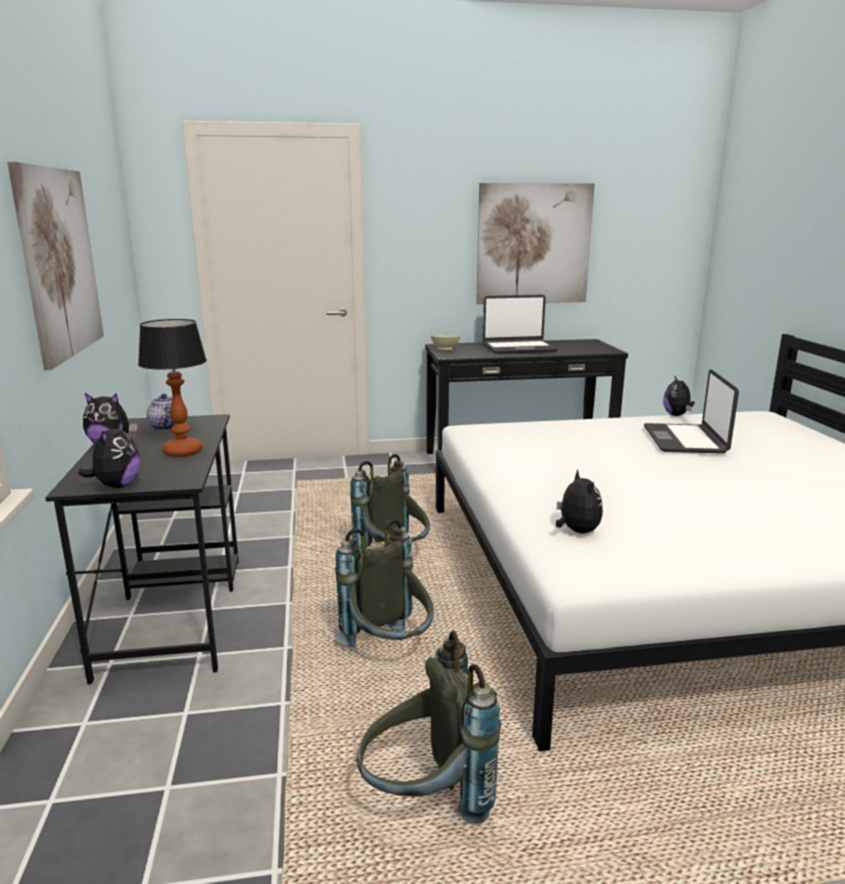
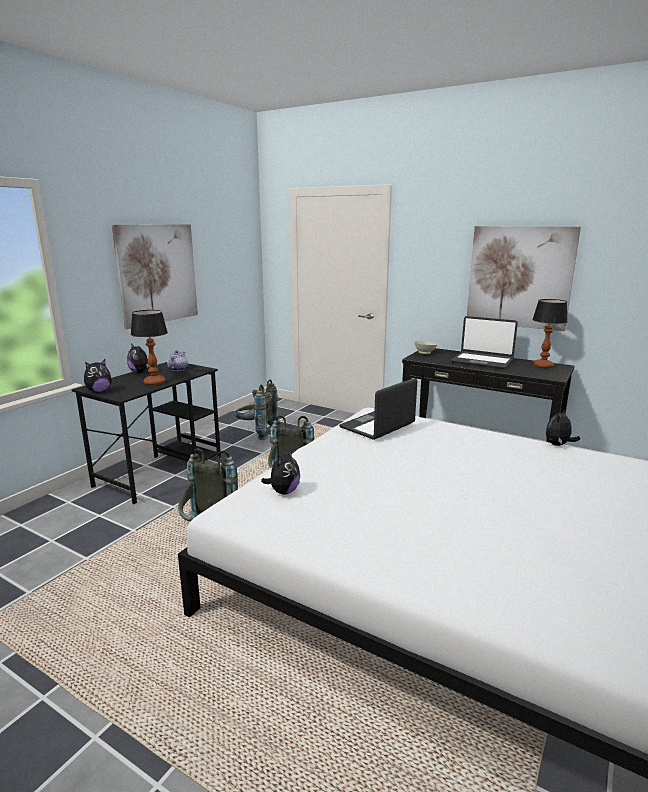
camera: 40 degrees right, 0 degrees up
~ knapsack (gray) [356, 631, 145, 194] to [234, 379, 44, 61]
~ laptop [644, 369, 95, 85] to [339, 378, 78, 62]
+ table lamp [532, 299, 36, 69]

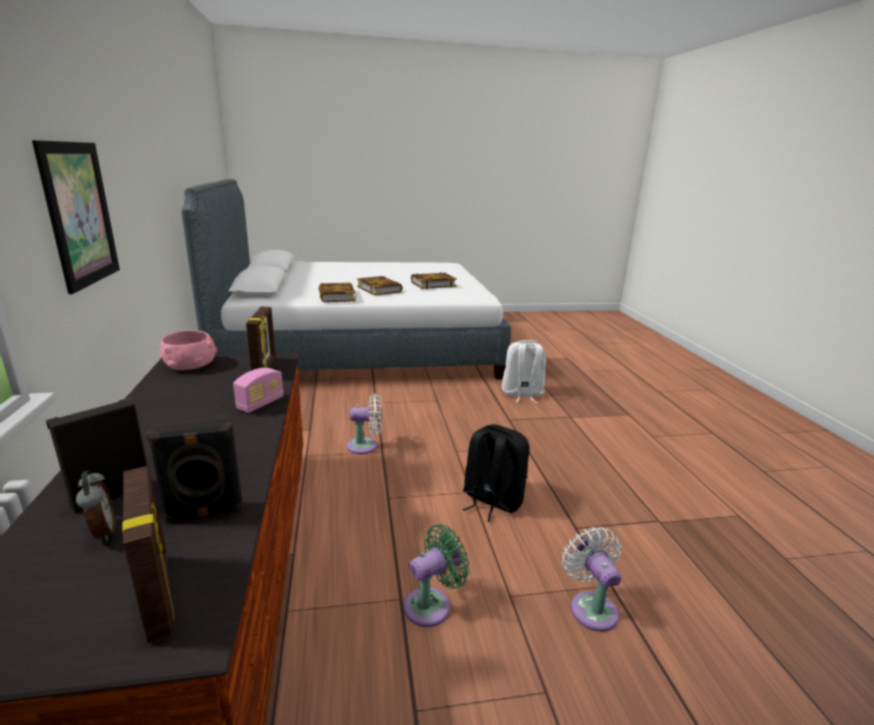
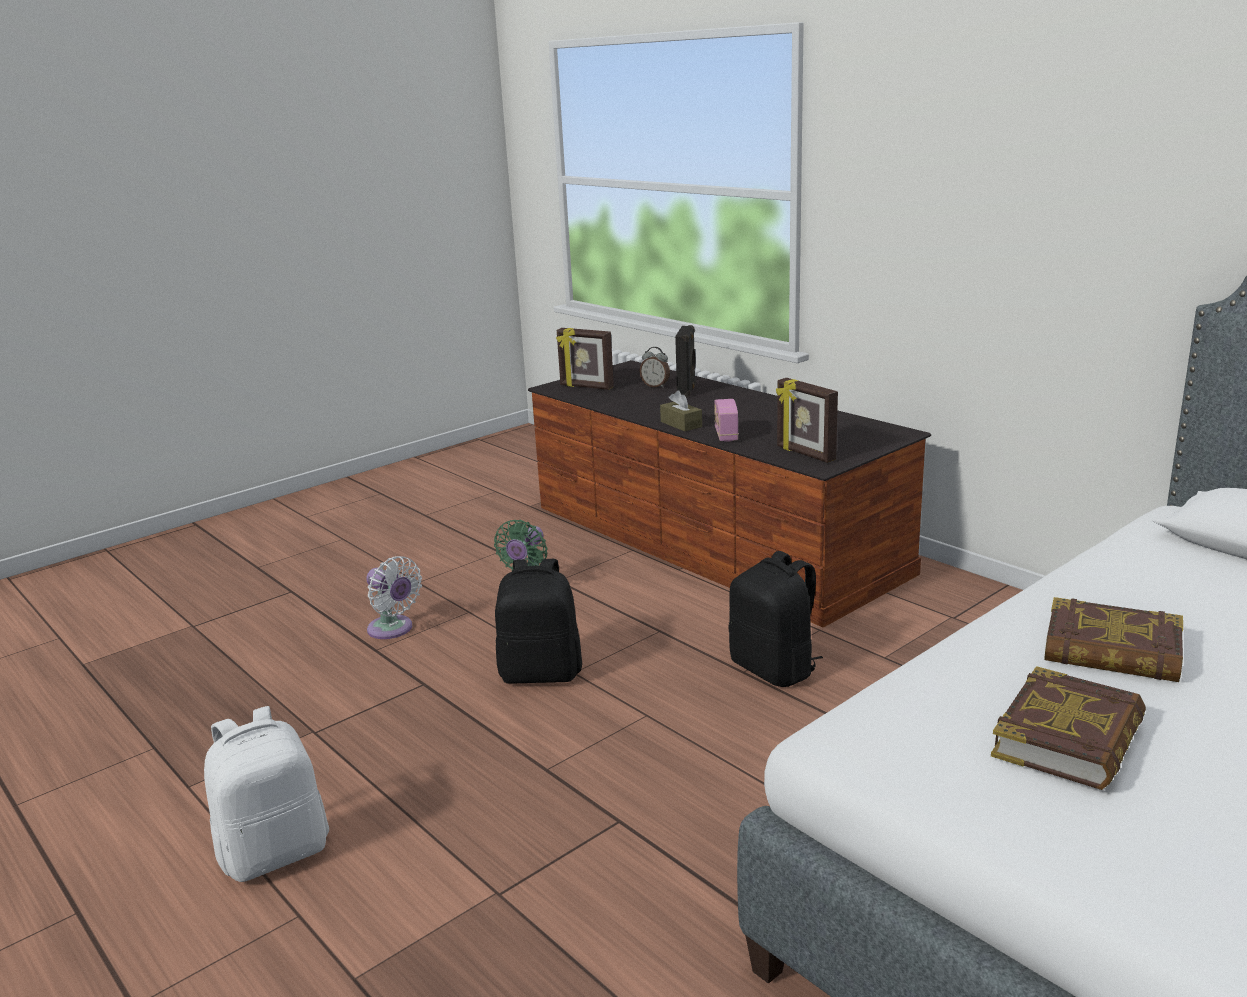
camera: 150 degrees right, 0 degrees up
~ knapsack (white-coloured) [502, 340, 44, 63] to [204, 706, 125, 176]
+ tissue box (brown) [660, 391, 42, 40]
~ electric fan (white-coloured) [347, 394, 35, 60] to knapsack (blackish) [728, 551, 95, 136]
- wall art [32, 140, 88, 154]
- speaker (blackish) [147, 417, 96, 106]
- bowl (pink) [159, 330, 58, 40]
- bound book [319, 283, 37, 19]

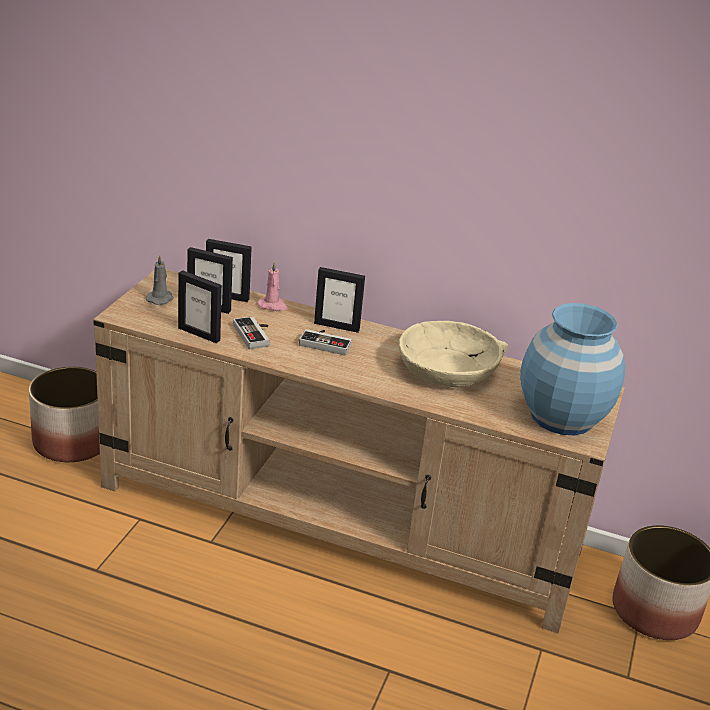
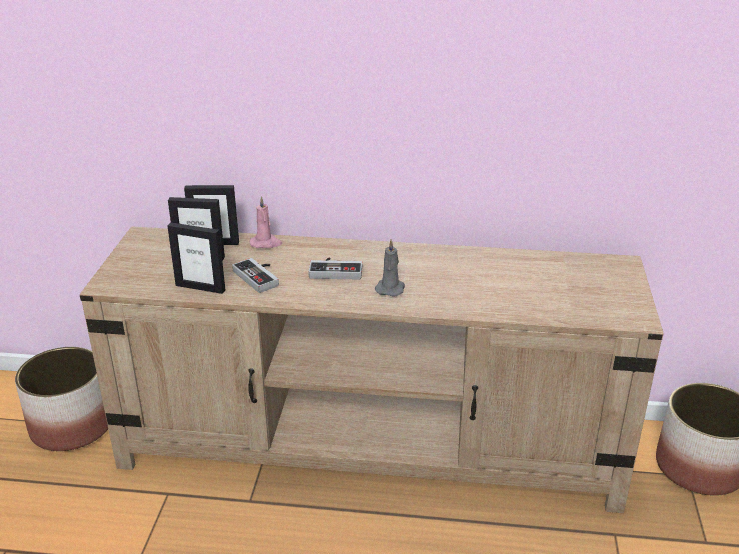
camera: 10 degrees left, 0 degrees up
~ wax light (gray) [146, 255, 28, 50] to [375, 239, 30, 58]
- photo frame [314, 267, 51, 66]
- bowl (sand-coloured) [399, 321, 109, 66]
- vase (blue-coloured) [520, 303, 105, 132]

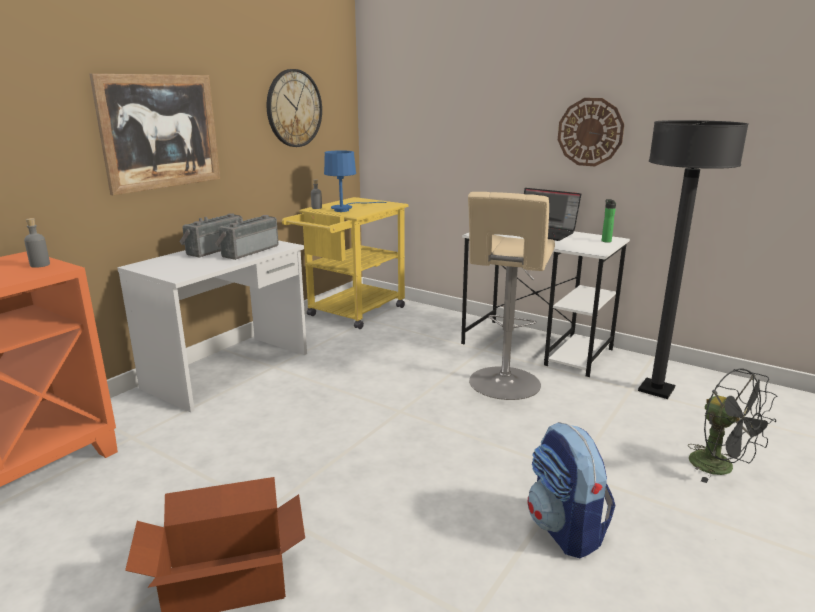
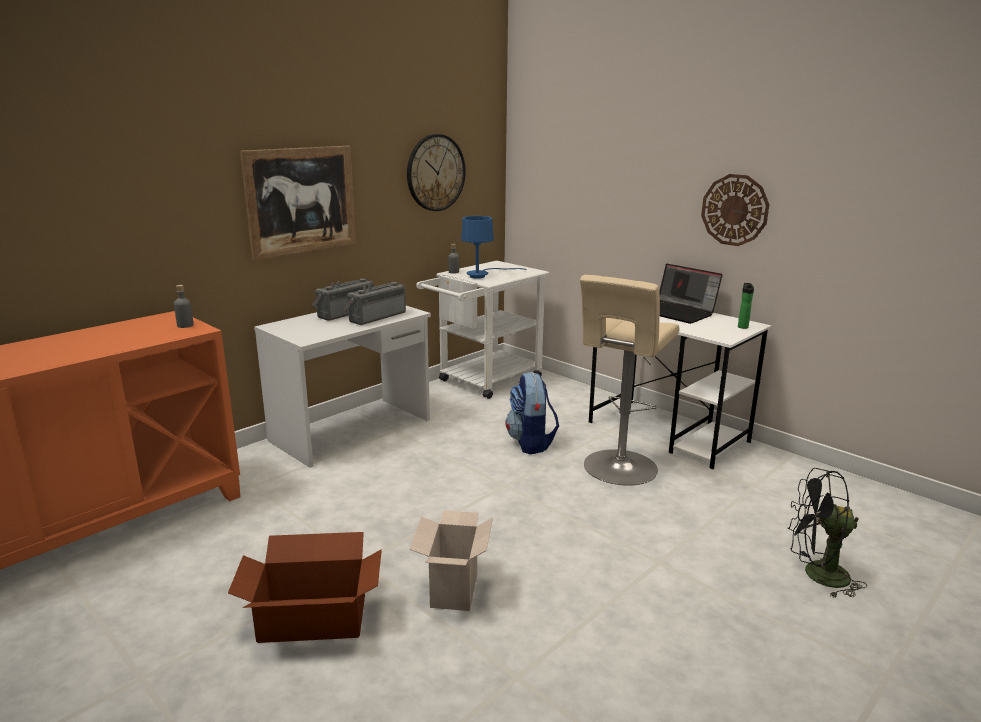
camera: 10 degrees right, 0 degrees up
+ cardboard box [409, 510, 84, 101]
~ cart (yellow-coloured) [282, 197, 127, 132] to cart (white-coloured) [416, 261, 133, 138]
~ knapsack [528, 422, 87, 136] to [506, 372, 53, 82]
~ electric fan (blackish) [688, 369, 90, 114] = [788, 468, 79, 130] 120 degrees clockwise
- floor lamp (blackish) [638, 120, 111, 279]

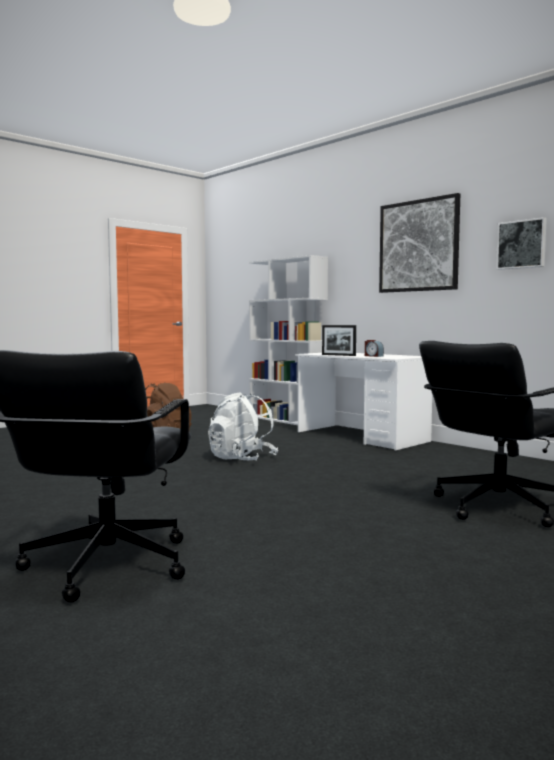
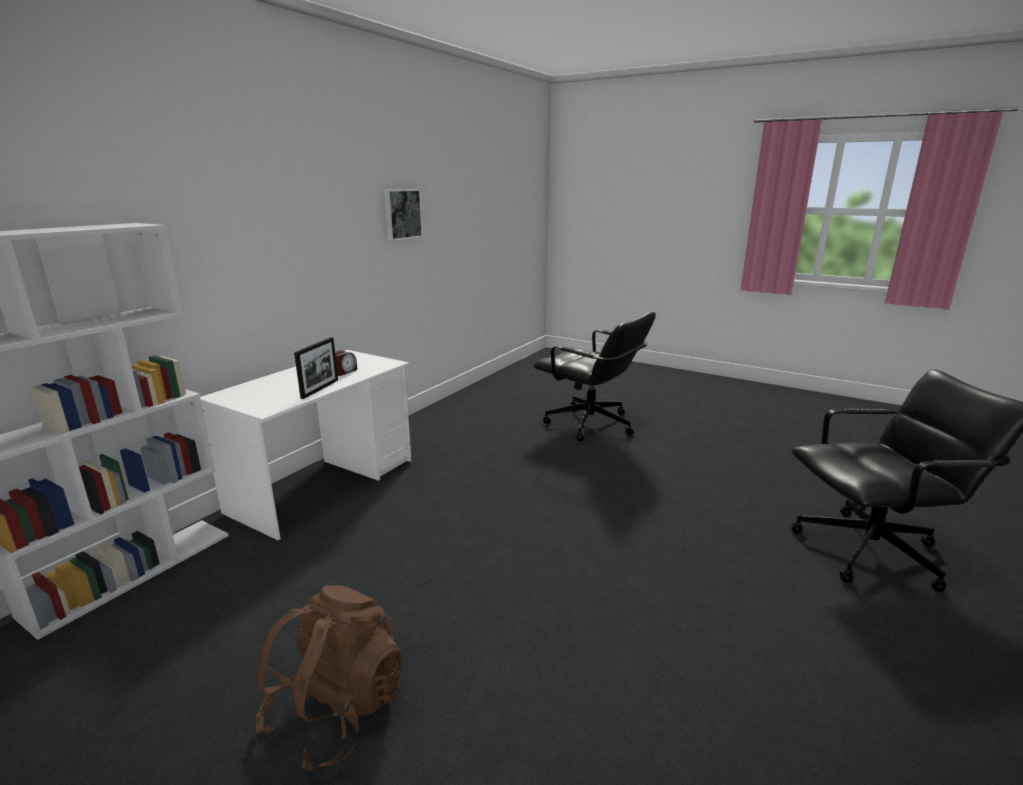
camera: 105 degrees left, 15 degrees up
- knapsack (white-coloured) [208, 392, 70, 69]
- wall art [379, 193, 81, 100]

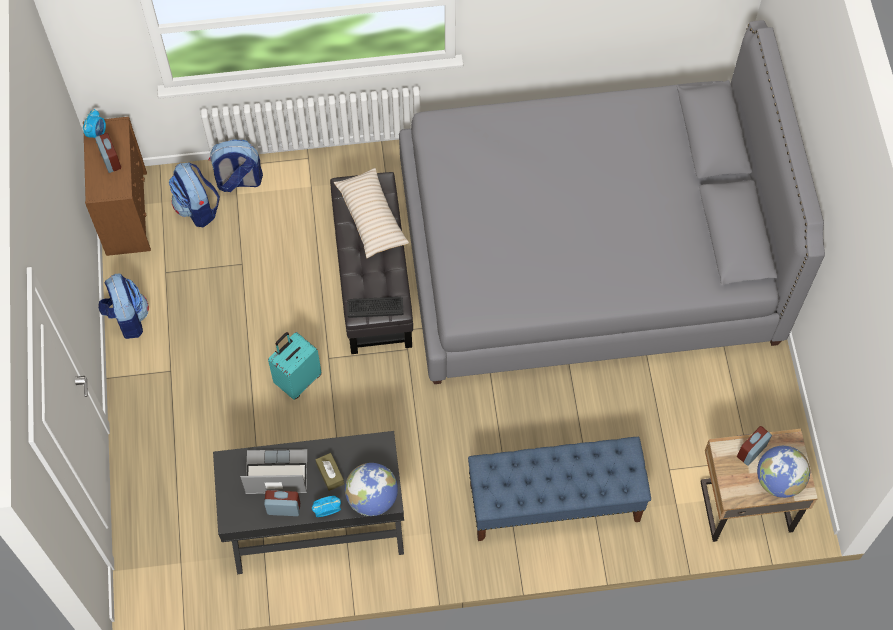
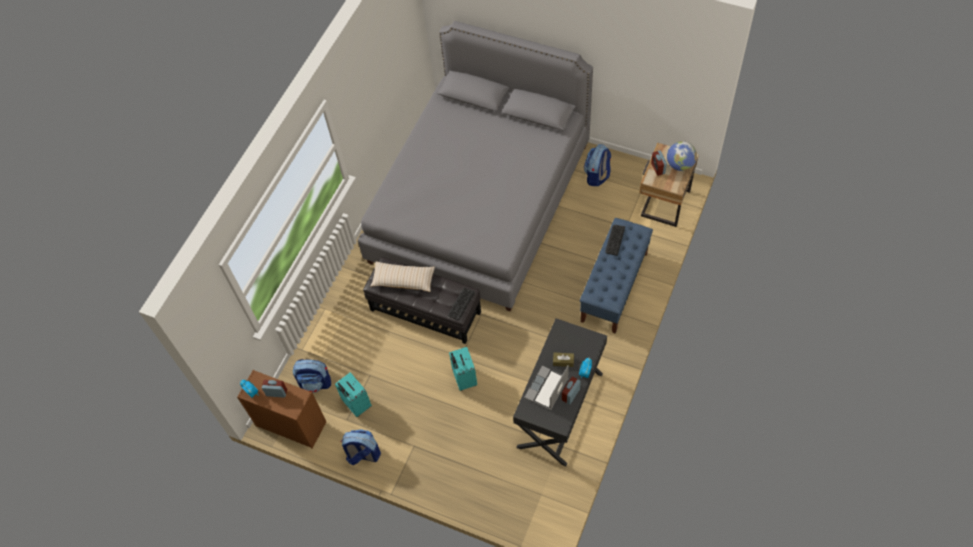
camera: 55 degrees left, 5 degrees down
+ piece of luggage (blue-green) [335, 373, 37, 44]
~ knapsack [208, 139, 55, 53] to [584, 144, 27, 42]
+ keyboard [605, 225, 20, 31]
- desk globe [345, 463, 53, 53]

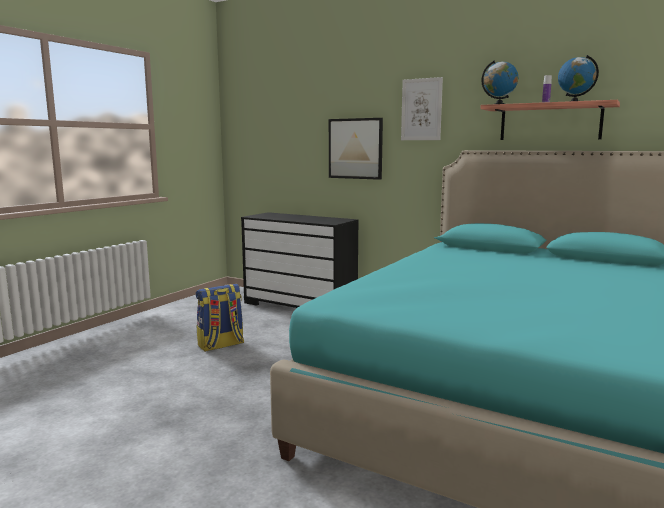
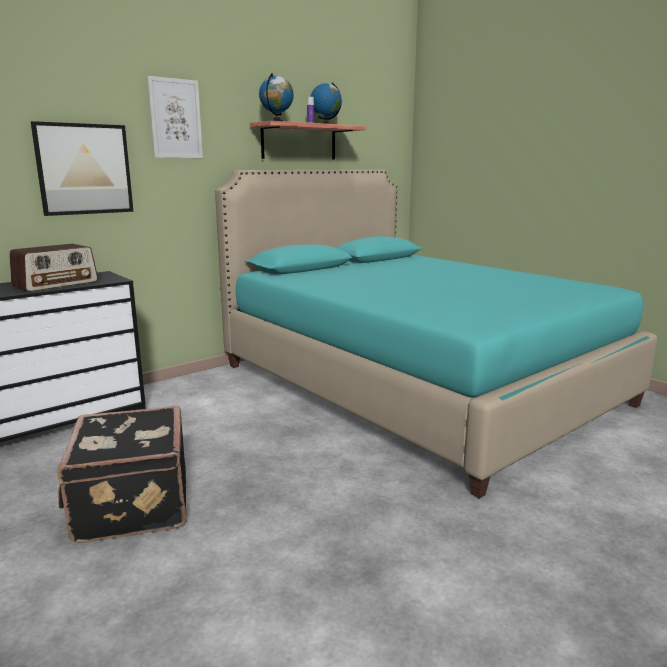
camera: 70 degrees left, 5 degrees up
+ radio receiver [10, 244, 88, 48]
~ knapsack [196, 284, 48, 68] to piece of luggage (blackish) [57, 406, 129, 137]

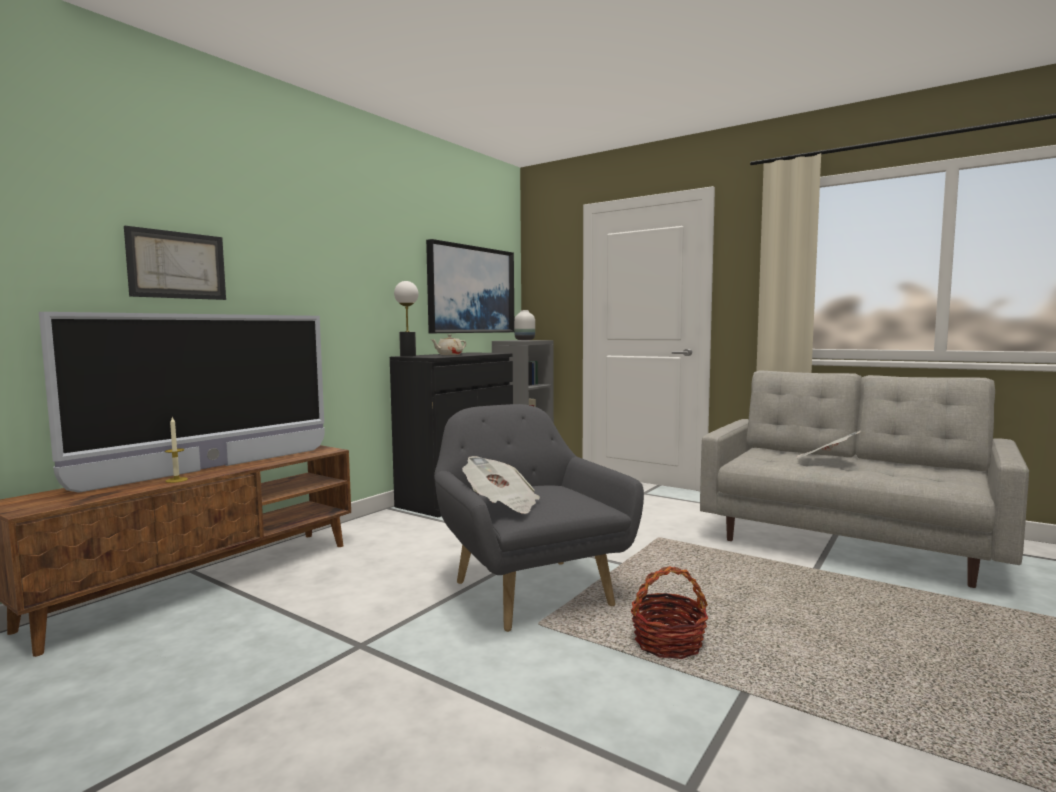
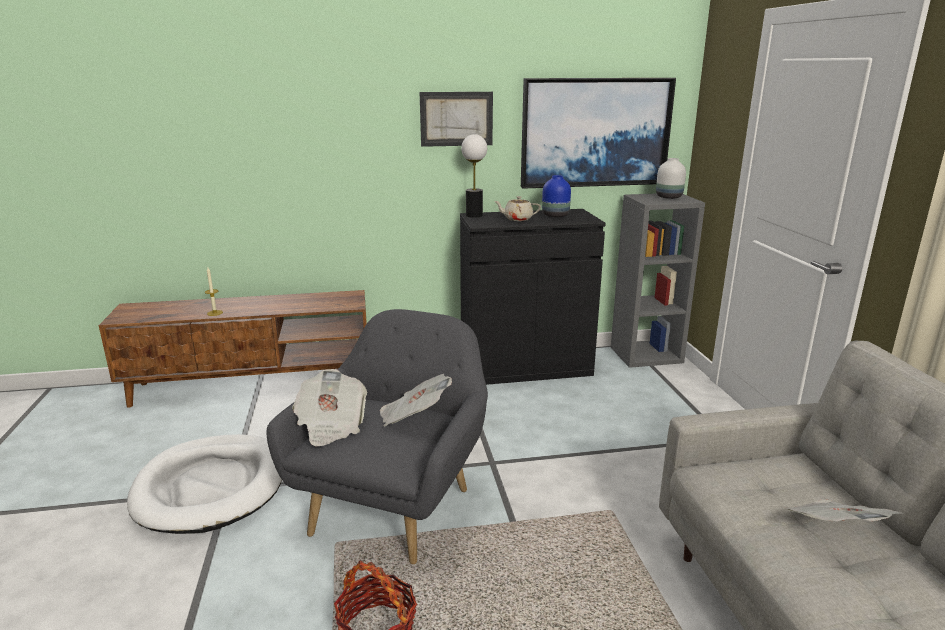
camera: 45 degrees right, 15 degrees up
+ pet bed (white-coloured) [127, 434, 155, 100]
+ daily paper [380, 374, 72, 52]
~ wall art [124, 226, 102, 74] to [420, 92, 73, 55]
+ vase (blue-coloured) [542, 175, 29, 42]
- TV [39, 312, 286, 181]

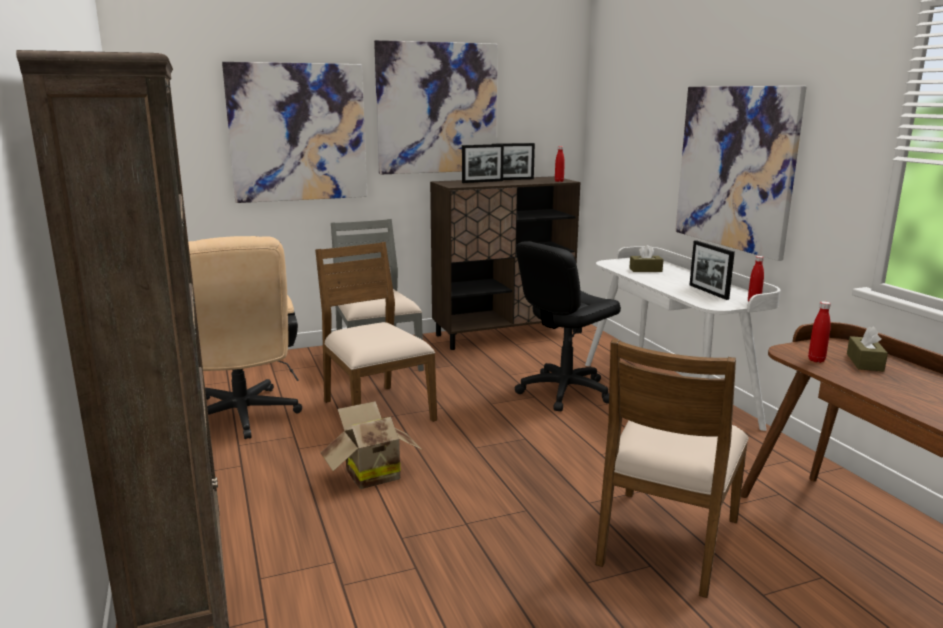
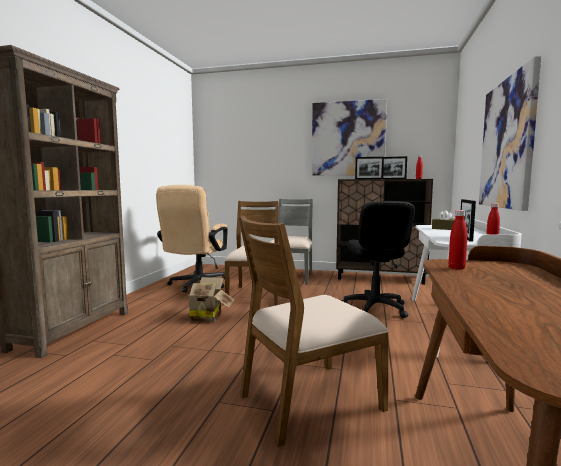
camera: 35 degrees right, 10 degrees down
~ office chair (blackish) [515, 241, 106, 170] = [341, 201, 74, 117] 90 degrees counterclockwise
- wall art [222, 62, 145, 141]
- tissue box (brown) [847, 326, 41, 46]

